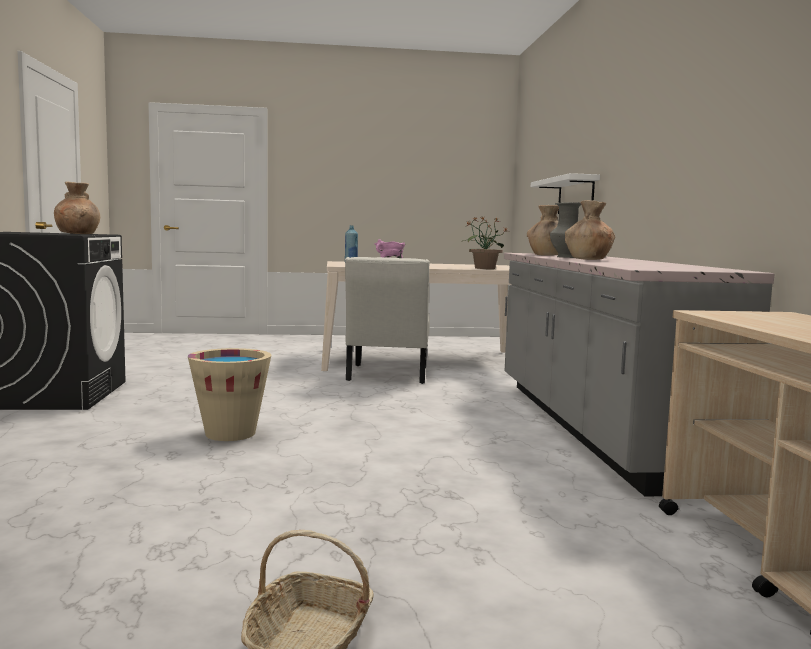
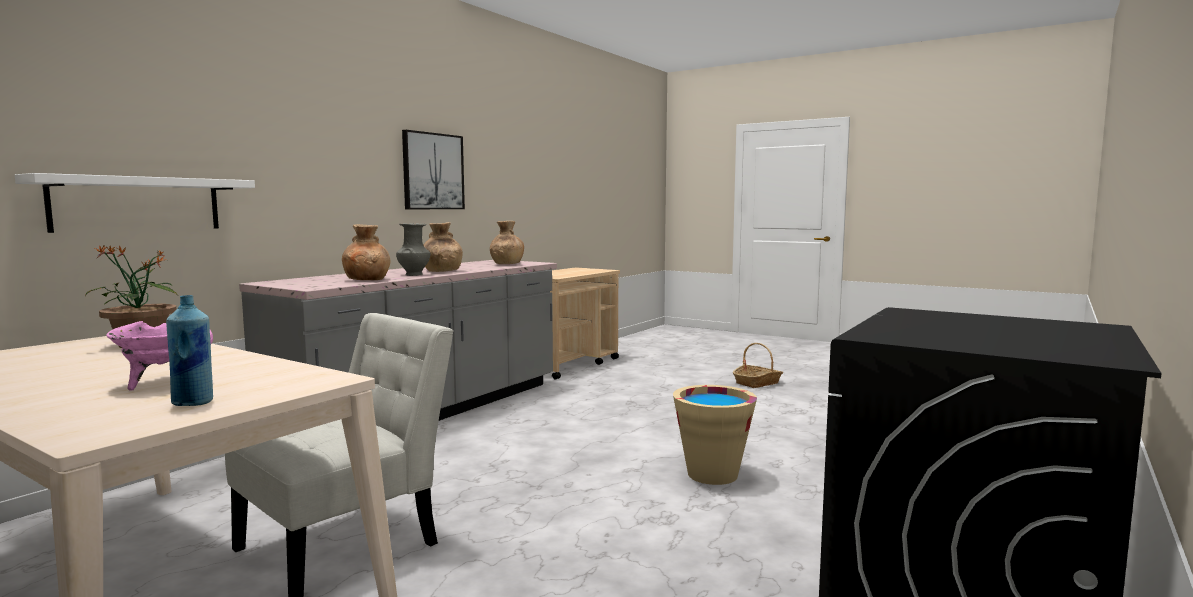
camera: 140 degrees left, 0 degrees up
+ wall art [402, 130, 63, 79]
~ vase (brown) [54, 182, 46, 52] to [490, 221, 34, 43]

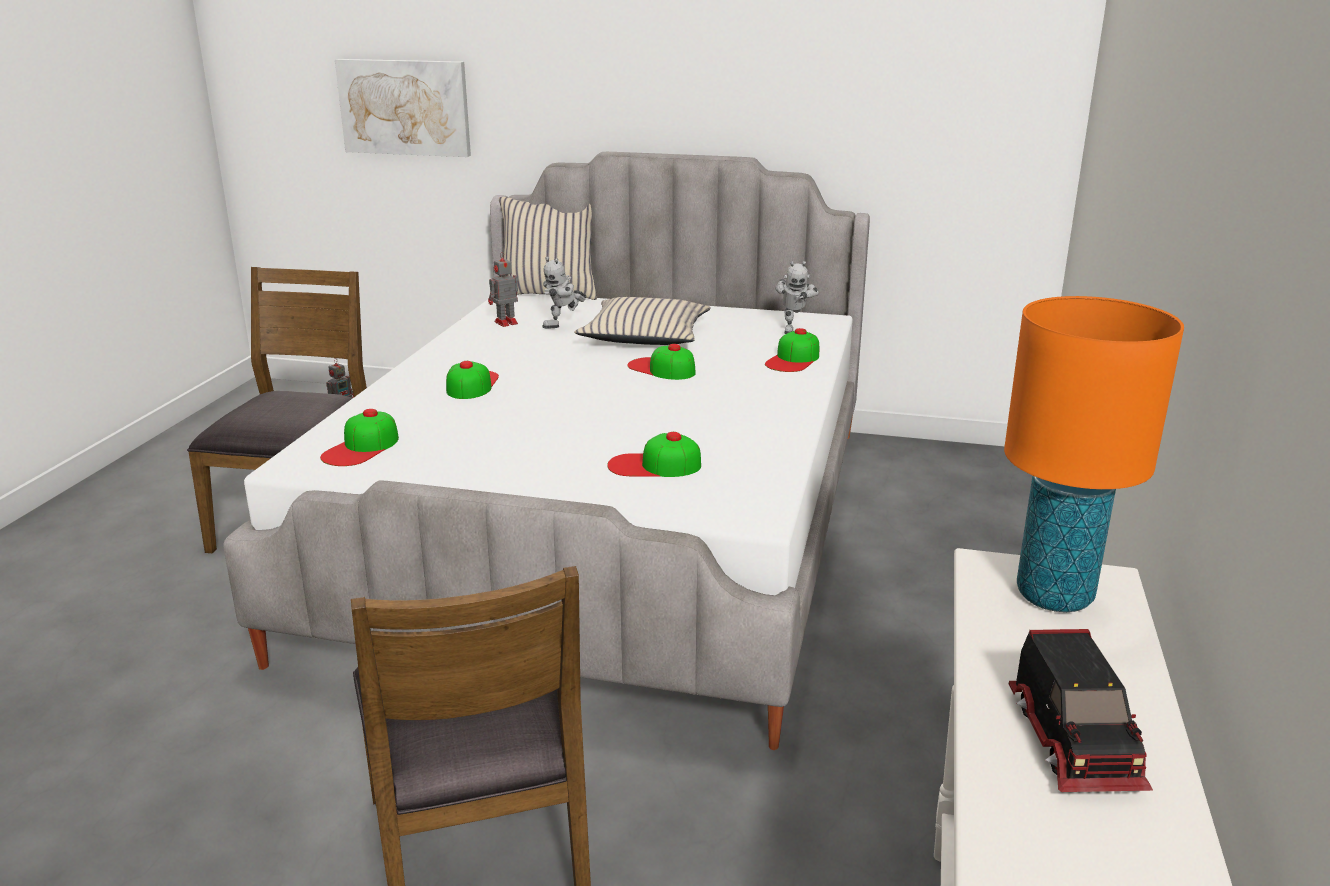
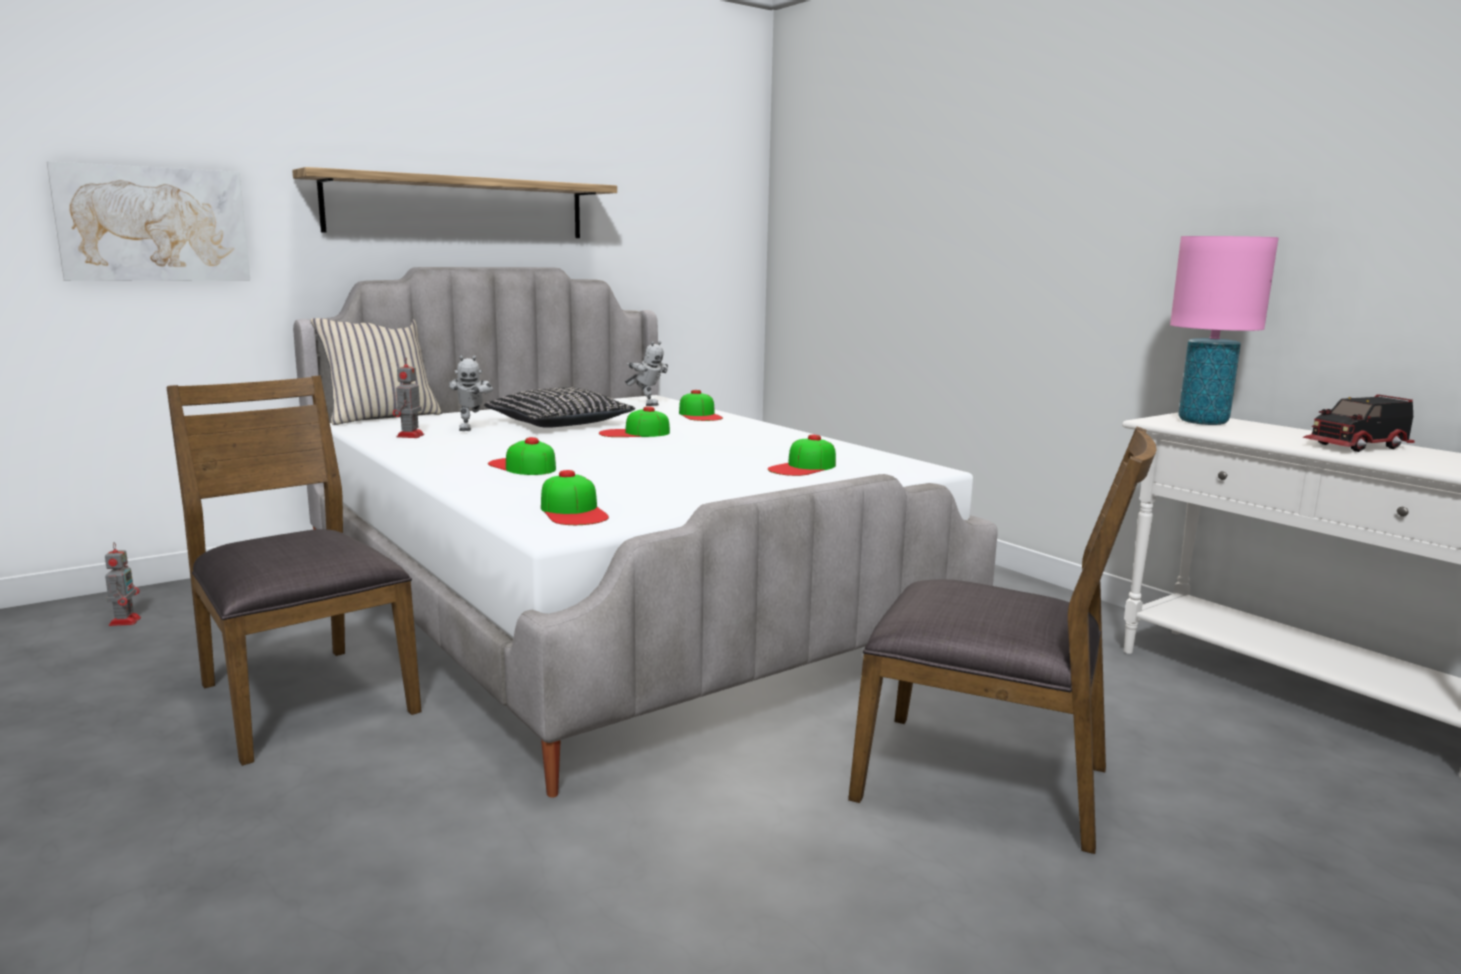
camera: 50 degrees left, 10 degrees down
+ wall shelf [292, 167, 325, 71]
~ throw pillow (sand-coloured) [575, 297, 136, 48] to throw pillow (blackish) [484, 387, 151, 41]
~ table lamp (orangey) [1004, 296, 180, 316] to table lamp (pink) [1170, 236, 109, 189]
~ toy lorry [1009, 629, 144, 163] = [1303, 394, 112, 58] 120 degrees clockwise

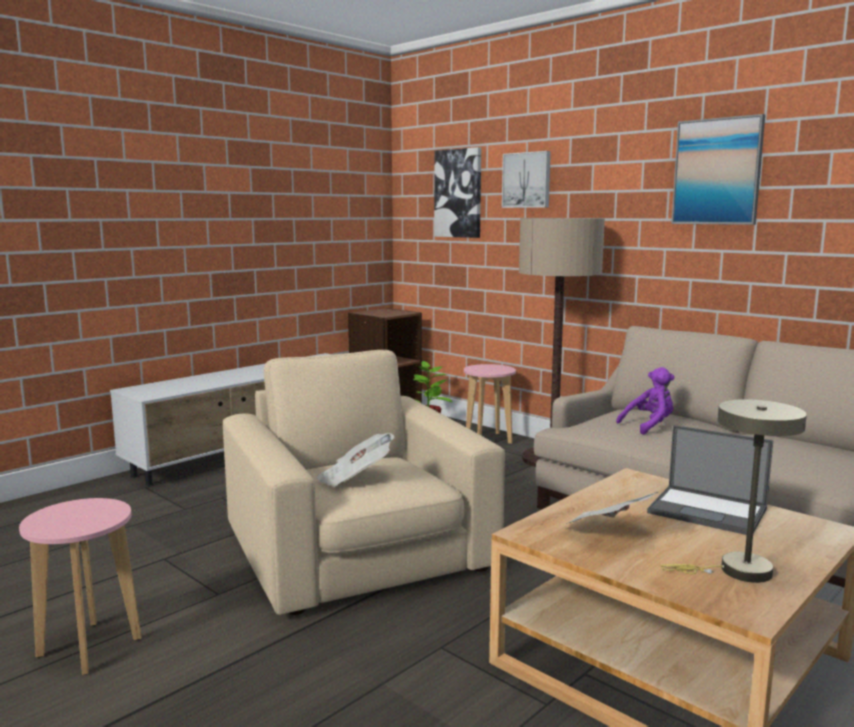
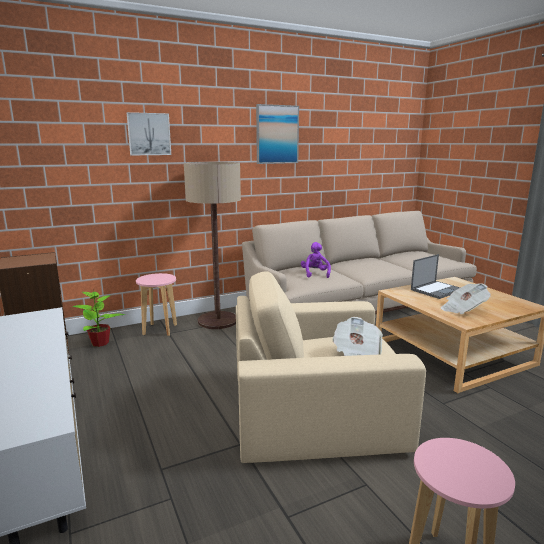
camera: 70 degrees left, 5 degrees up
- wall art [434, 147, 47, 91]
- table lamp (sand-coloured) [660, 399, 147, 184]

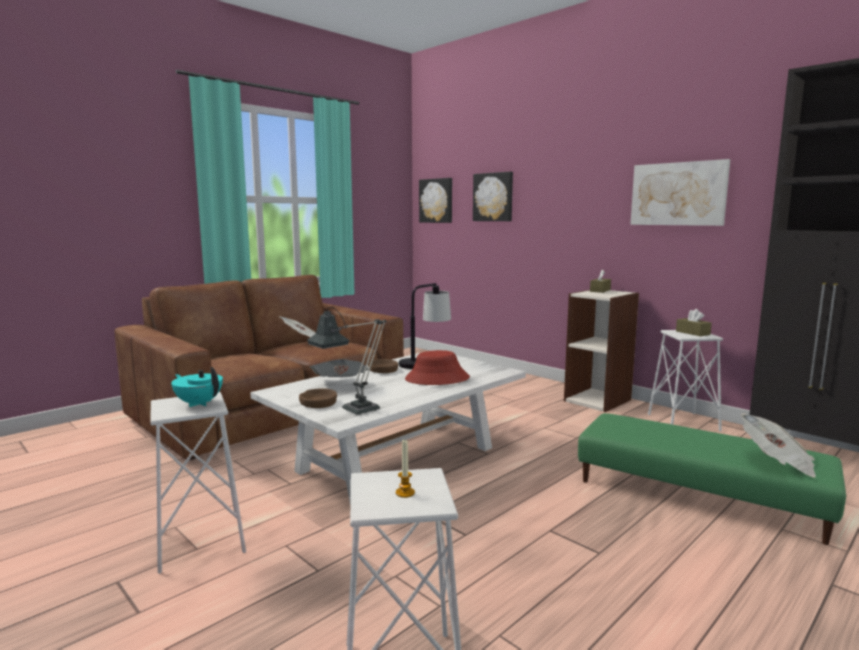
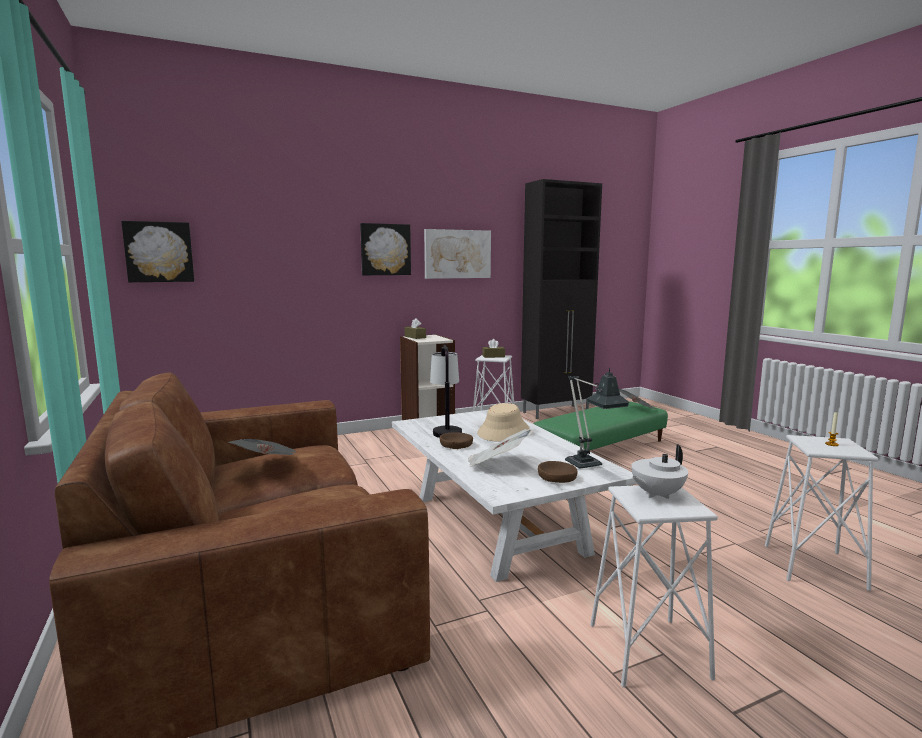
camera: 70 degrees left, 0 degrees up
~ wall art [473, 172, 40, 49] to [360, 223, 51, 52]
~ hat (reddish) [405, 350, 65, 35] to hat (sand-coloured) [477, 403, 53, 39]
~ teapot (blue-green) [171, 367, 52, 40] to teapot (white-coloured) [631, 444, 57, 55]

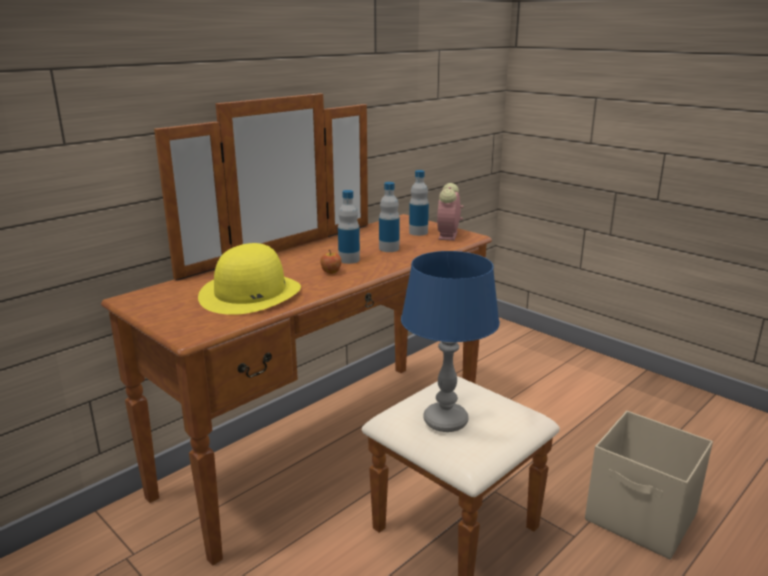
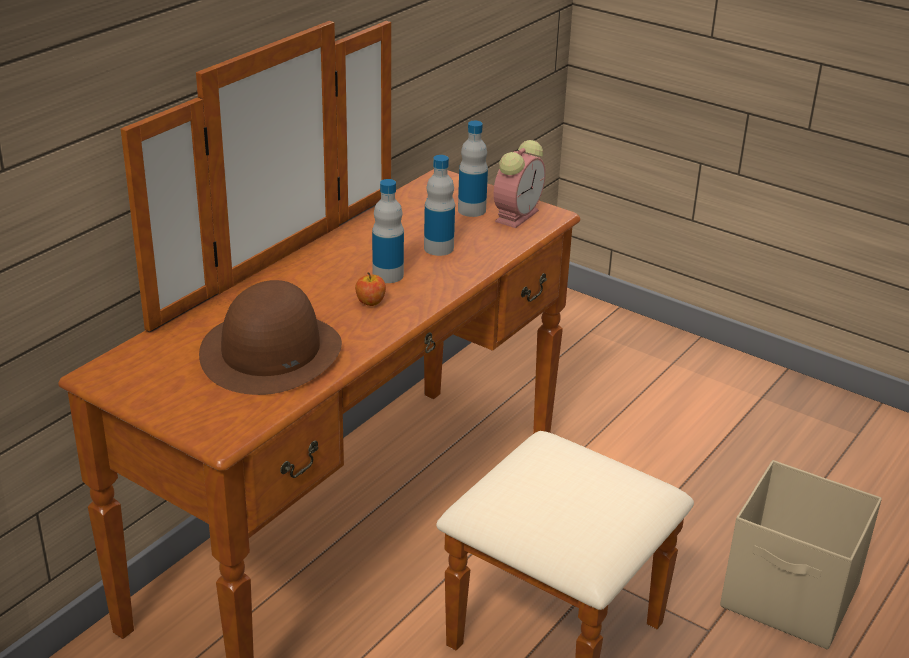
camera: 10 degrees left, 10 degrees up
~ hat (yellow-coloured) [198, 243, 103, 72] to hat (brown) [199, 280, 143, 115]
~ alarm clock [437, 183, 26, 58] = [494, 140, 51, 88] 150 degrees counterclockwise
- table lamp (blue-coloured) [401, 251, 99, 181]

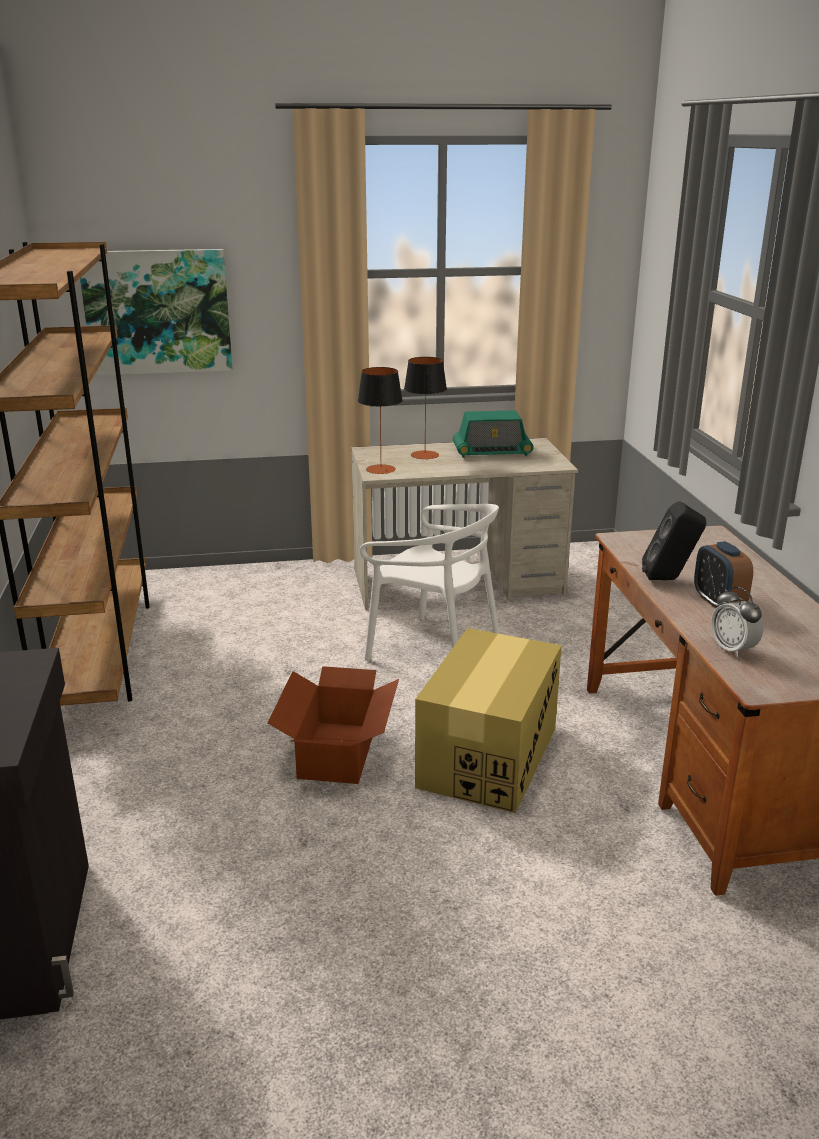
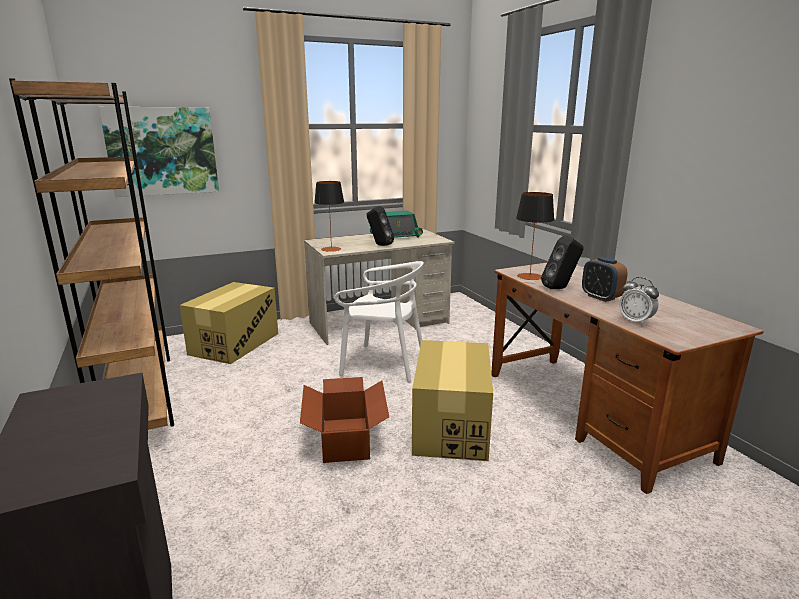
camera: 15 degrees left, 5 degrees down
+ cardboard box [180, 282, 98, 82]
+ speaker (blackish) [367, 206, 27, 40]
~ table lamp [404, 357, 43, 102] to [516, 192, 38, 88]

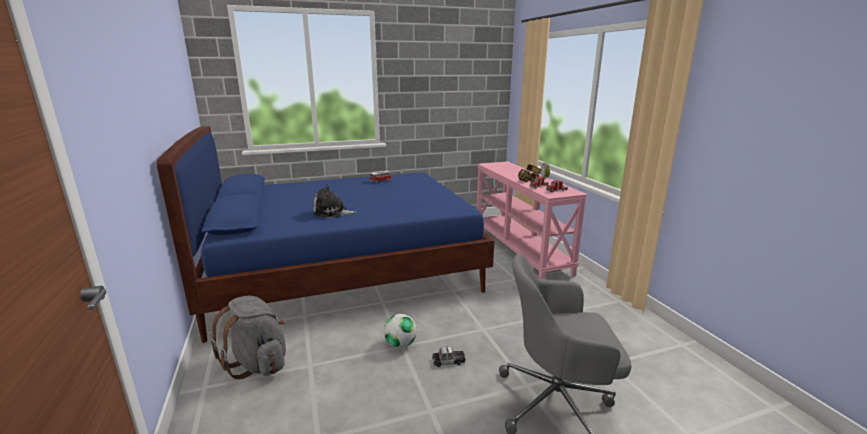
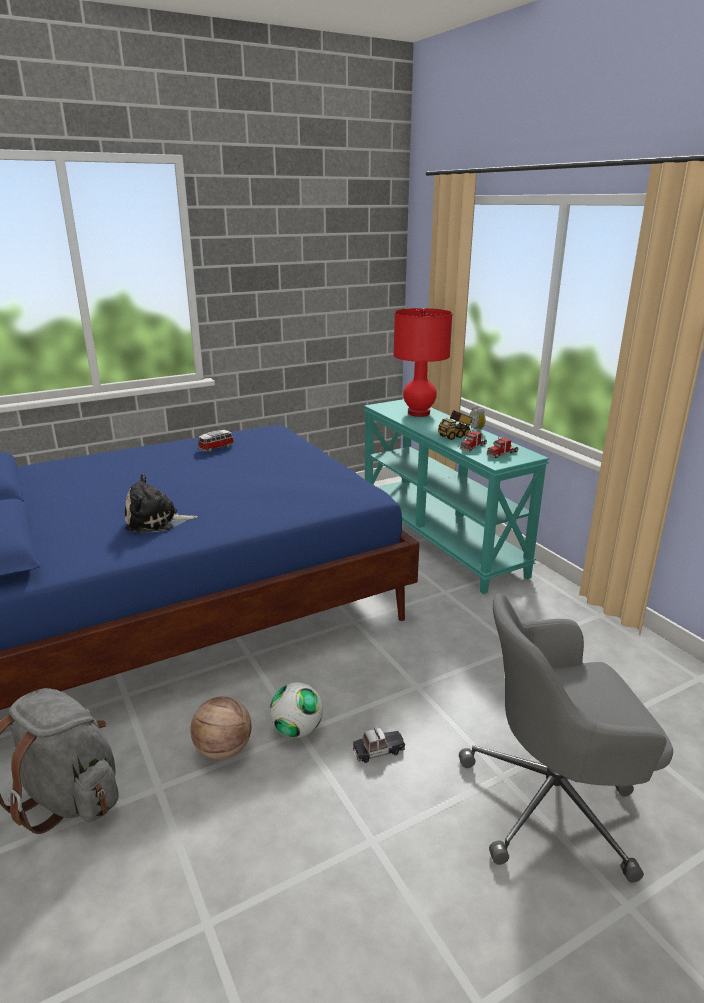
camera: 10 degrees left, 5 degrees up
+ basketball ball [190, 696, 61, 64]
~ console table (pink) [477, 162, 111, 117] to console table (blue-green) [364, 399, 185, 195]
+ table lamp (reddish) [393, 308, 60, 109]

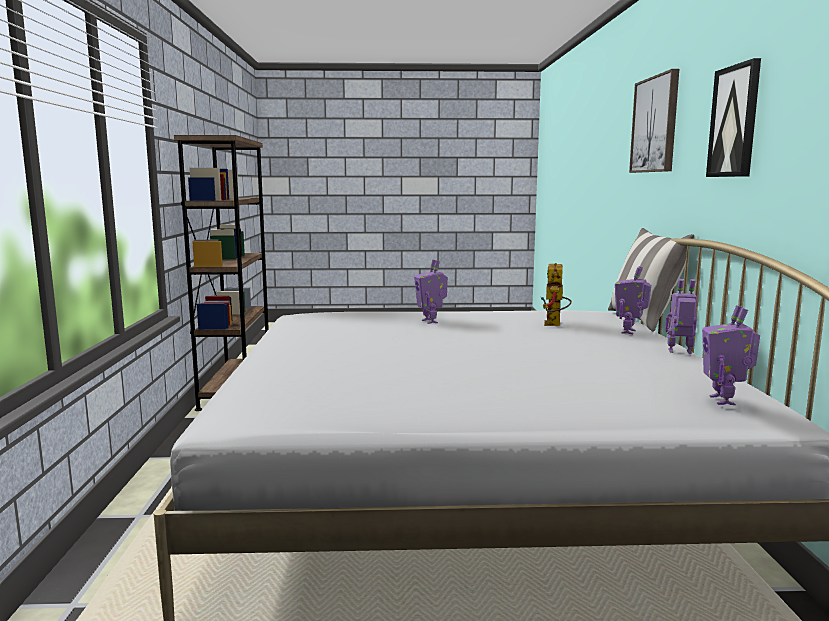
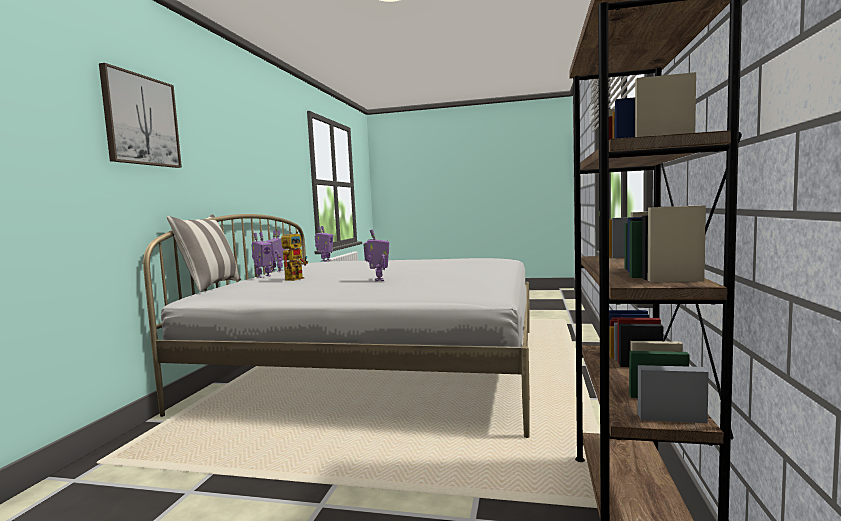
camera: 165 degrees left, 5 degrees down
- wall art [706, 58, 55, 119]

